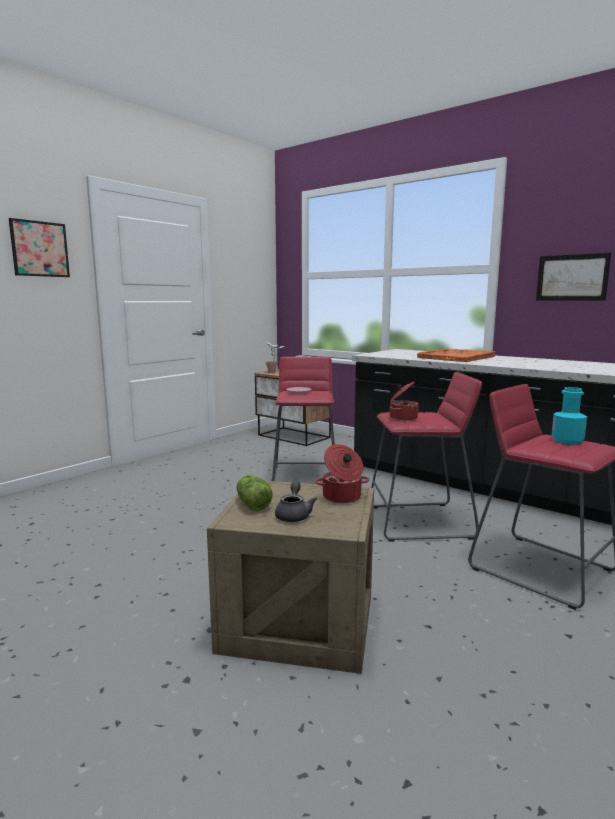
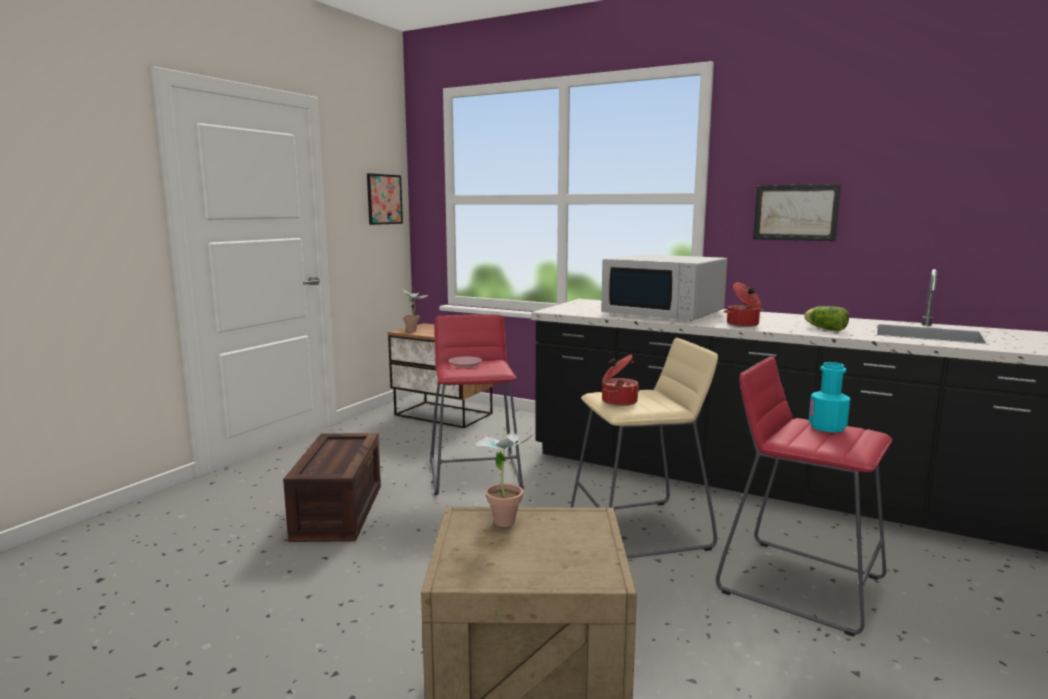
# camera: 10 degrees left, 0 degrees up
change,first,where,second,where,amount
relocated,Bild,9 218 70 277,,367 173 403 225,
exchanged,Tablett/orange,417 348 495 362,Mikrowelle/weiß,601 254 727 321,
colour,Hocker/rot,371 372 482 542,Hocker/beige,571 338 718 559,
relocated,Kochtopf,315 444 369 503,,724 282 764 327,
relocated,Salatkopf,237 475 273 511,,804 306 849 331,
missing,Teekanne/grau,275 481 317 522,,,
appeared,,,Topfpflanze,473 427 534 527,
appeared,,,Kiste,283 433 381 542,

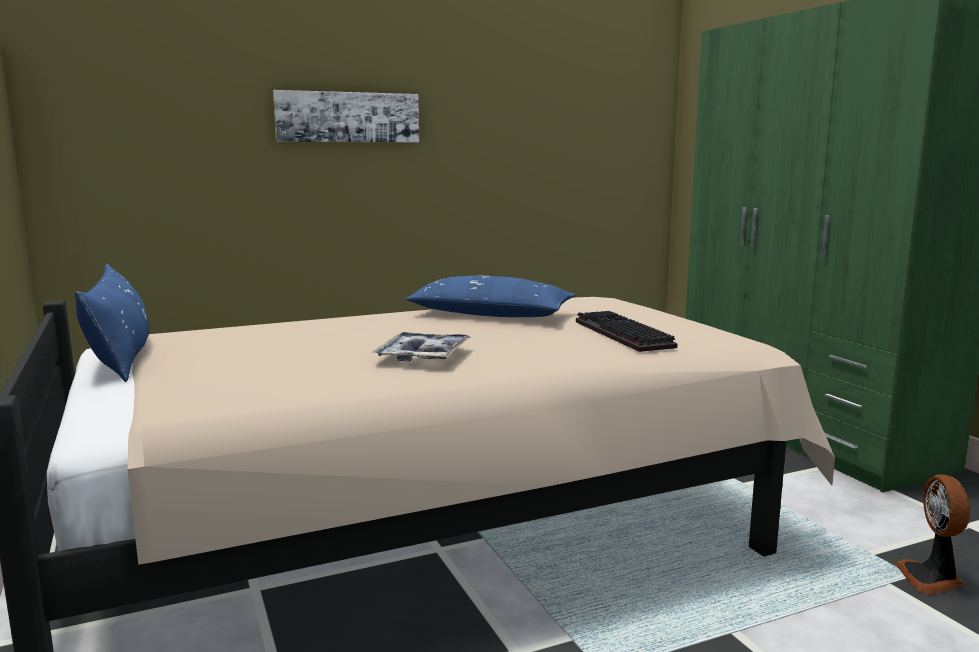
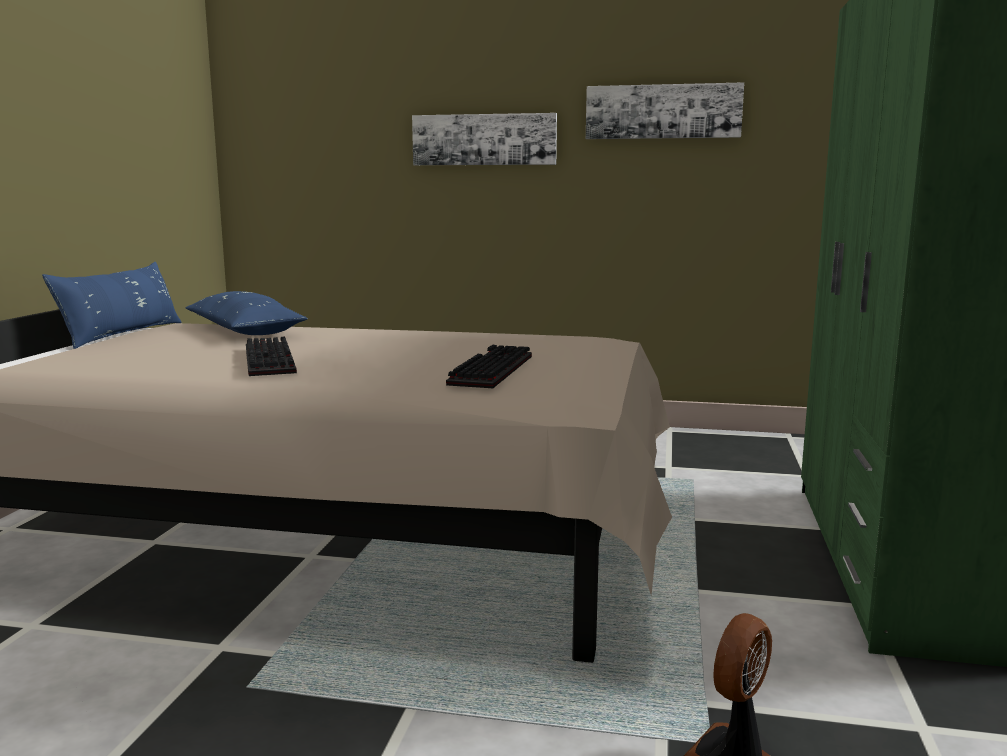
# camera: 35 degrees right, 0 degrees up
change,first,where,second,where,amount
relocated,Kissen/blau,405 276 576 317,,185 291 308 335,
exchanged,Tablett,372 332 471 361,Tastatur,246 336 297 376,
appeared,,,Bild,586 82 744 139,

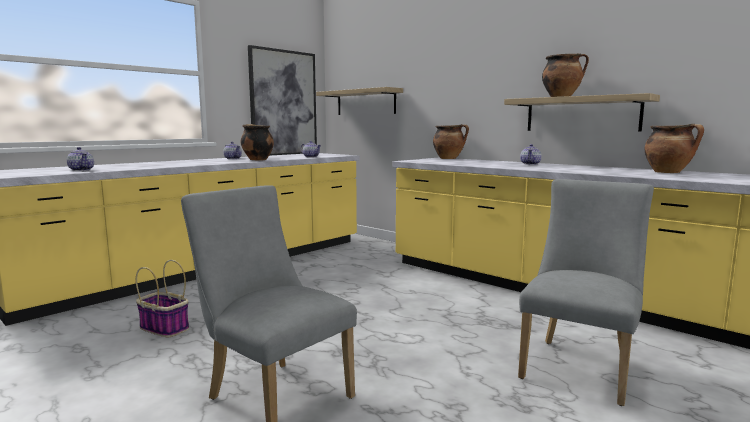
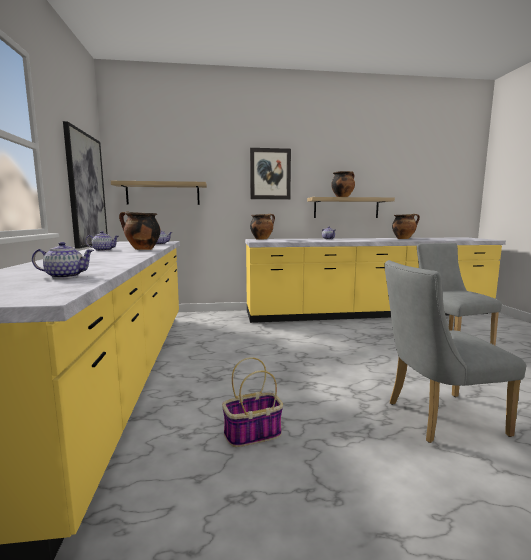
# camera: 50 degrees left, 0 degrees up
change,first,where,second,where,amount
appeared,,,Bild,250 148 291 200,

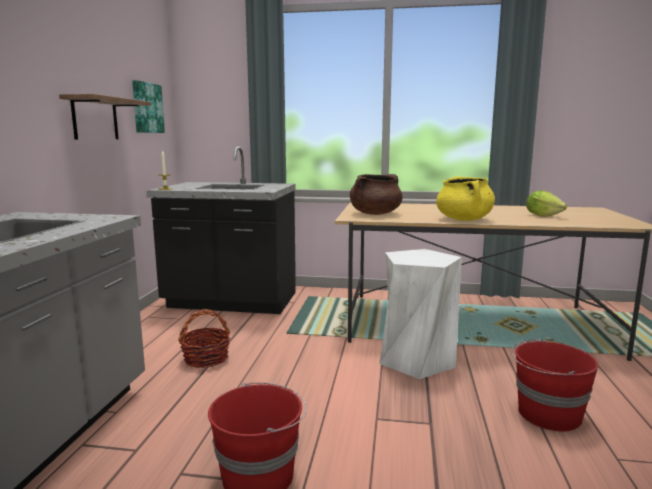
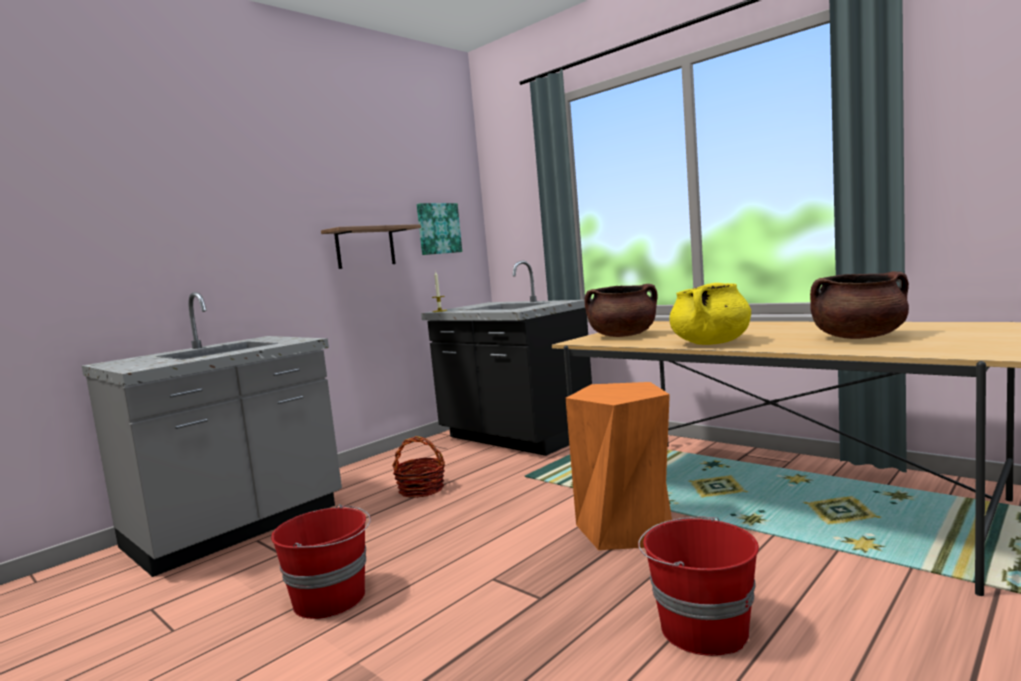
# camera: 35 degrees right, 5 degrees down
change,first,where,second,where,amount
exchanged,Salatkopf,526 190 567 217,Kochtopf/braun,810 271 909 339,
colour,Hocker/weiß,379 249 462 379,Hocker/orange,566 382 672 550,

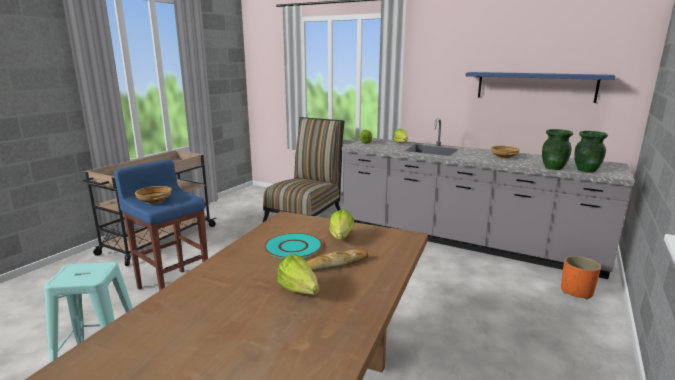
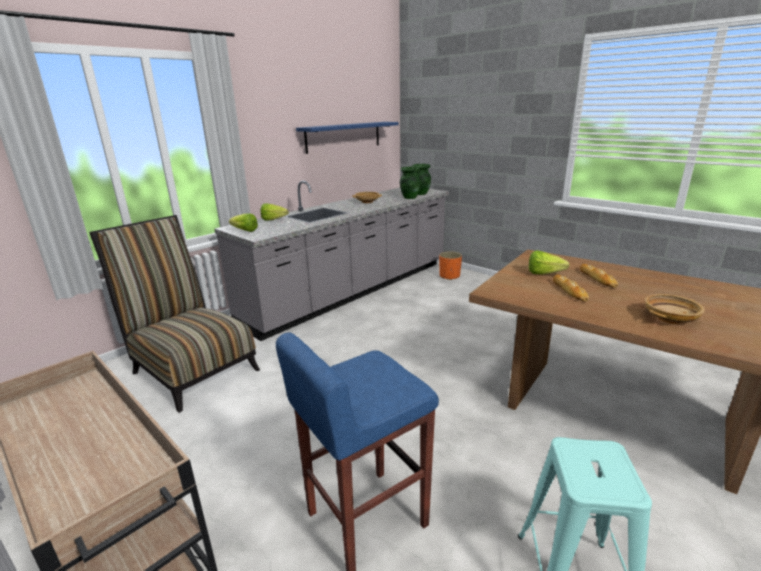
# camera: 75 degrees left, 5 degrees up
change,first,where,second,where,amount
relocated,Schüssel/beige,135 186 172 204,,645 294 705 324,
exchanged,Teller/türkis,264 233 322 259,Brot,553 274 589 302,
missing,Salatkopf,277 254 319 295,,,

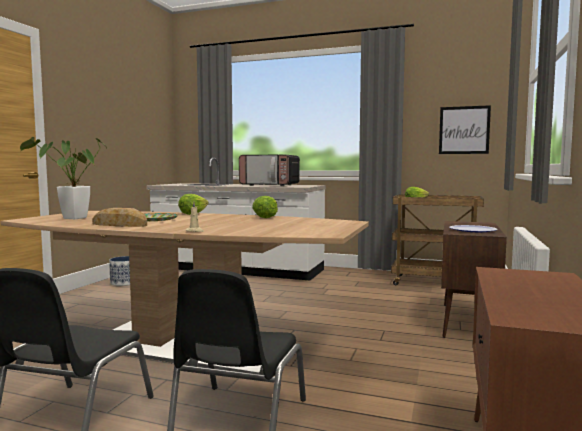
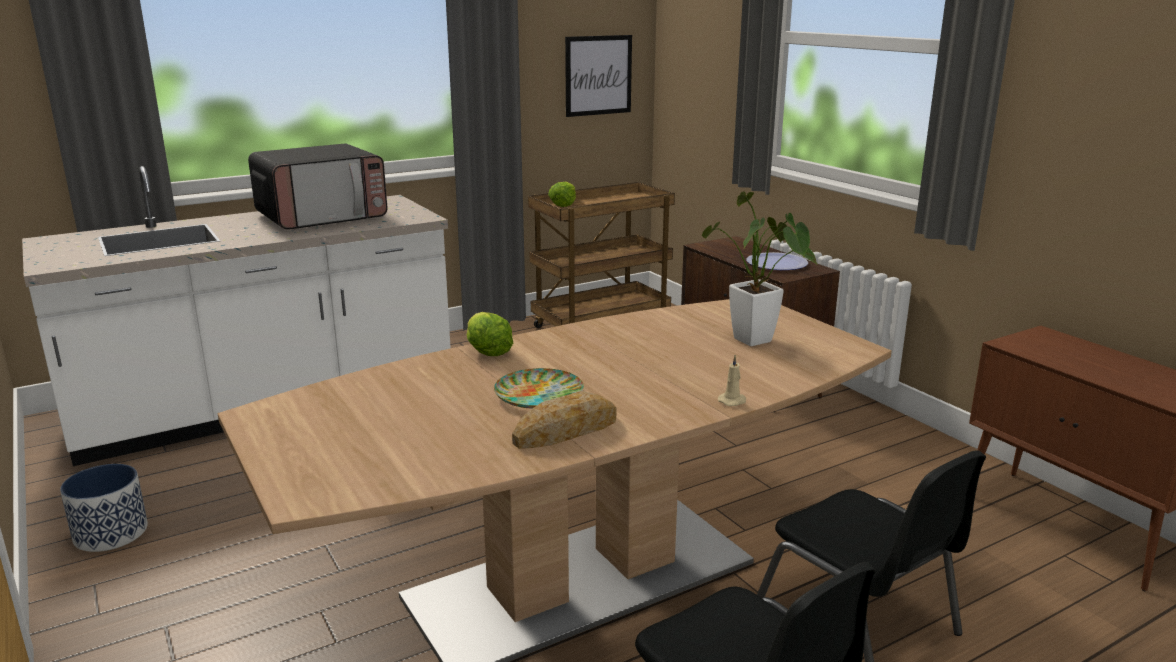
# camera: 50 degrees left, 15 degrees up
change,first,where,second,where,amount
relocated,Topfpflanze,20 137 107 219,,702 191 818 346,
missing,Salatkopf,252 196 278 218,,,

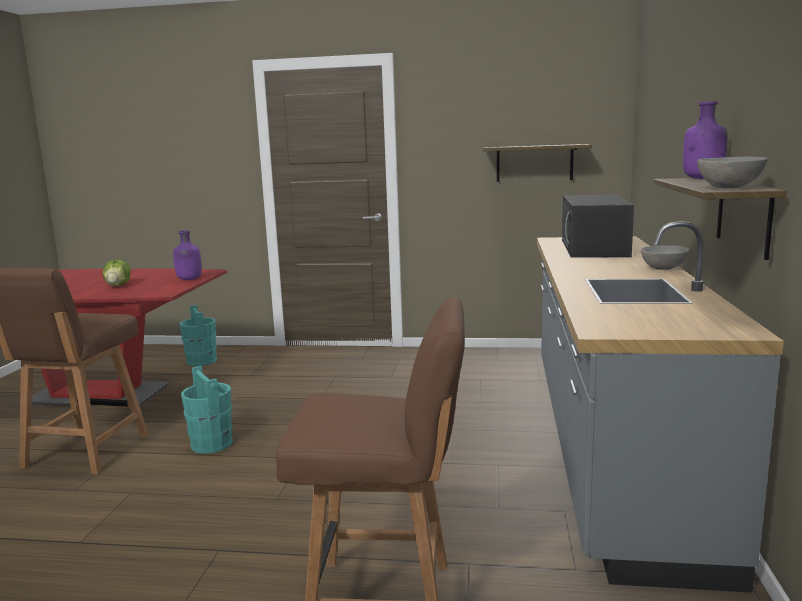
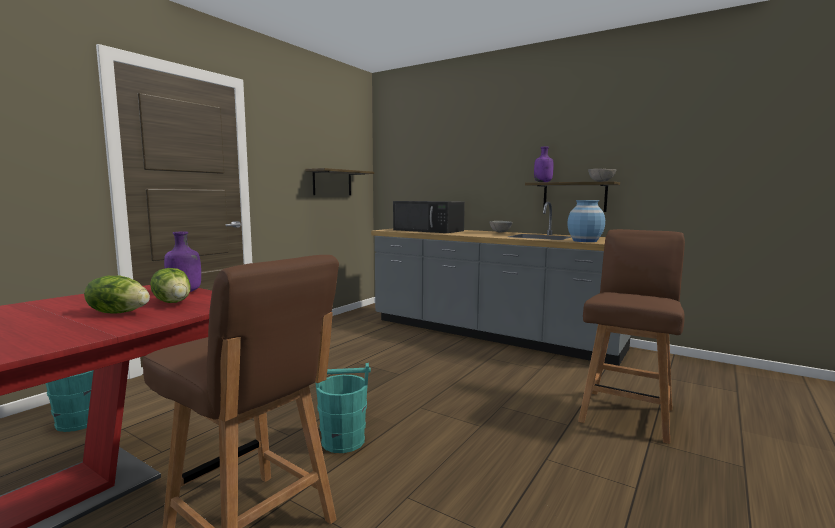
# camera: 65 degrees left, 5 degrees down
change,first,where,second,where,amount
appeared,,,Vase/blau,567 200 605 242,
appeared,,,Salatkopf,150 268 190 303,

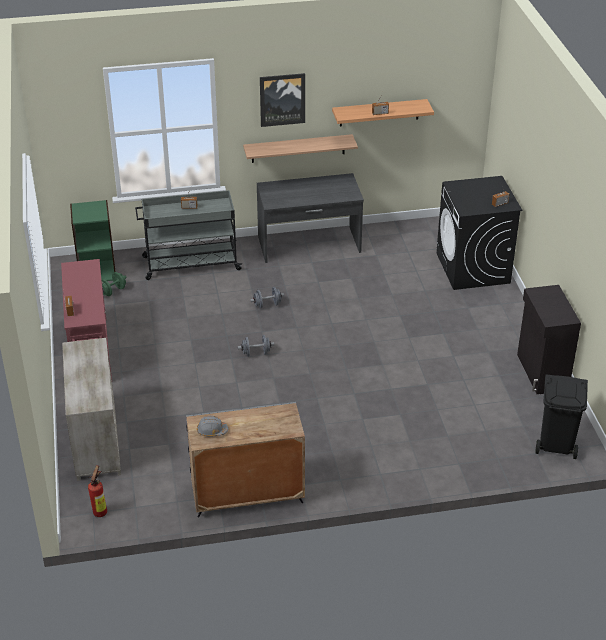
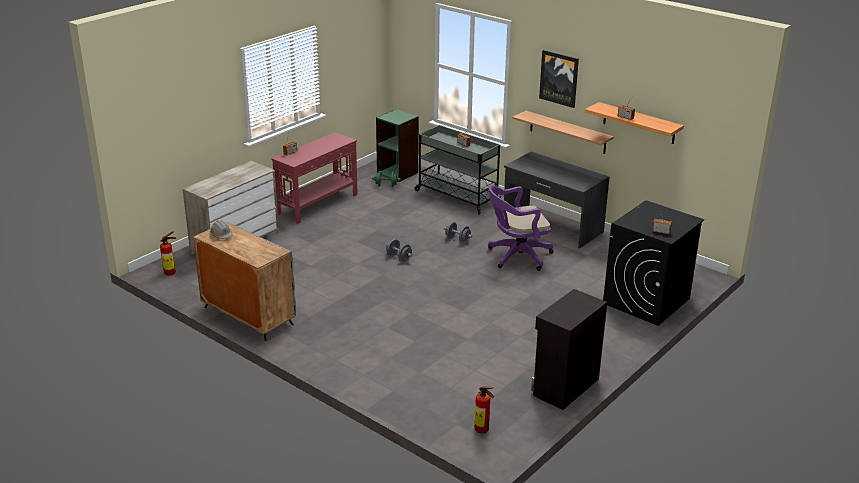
# camera: 50 degrees right, 10 degrees down
change,first,where,second,where,amount
exchanged,Mülleimer/schwarz,535 374 588 459,Feuerlöscher,475 386 494 433,
appeared,,,Bürostuhl/lila,488 184 554 271,

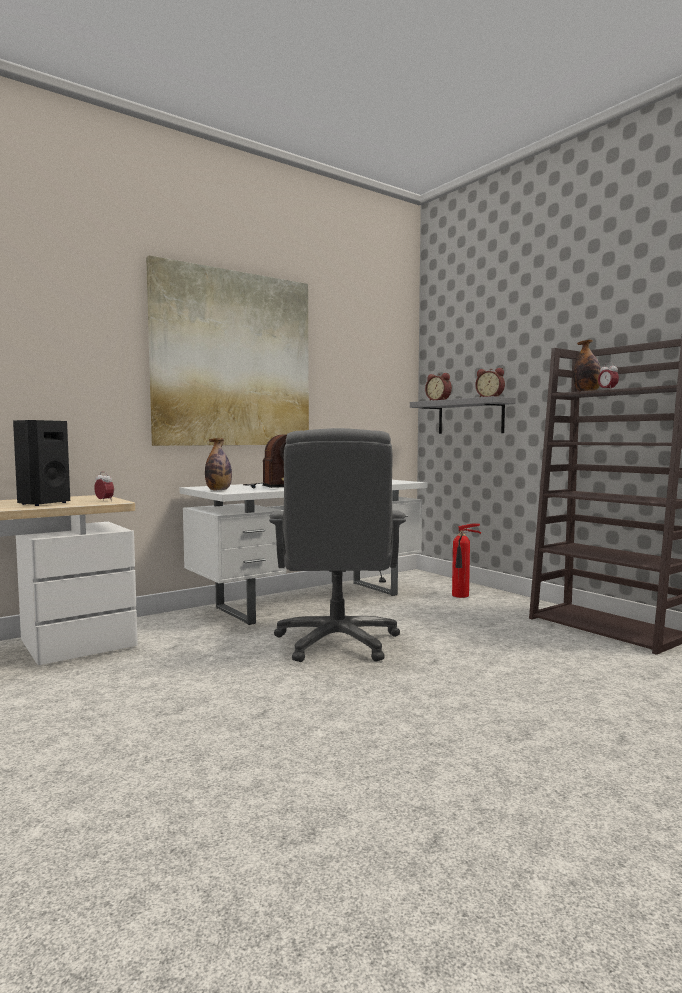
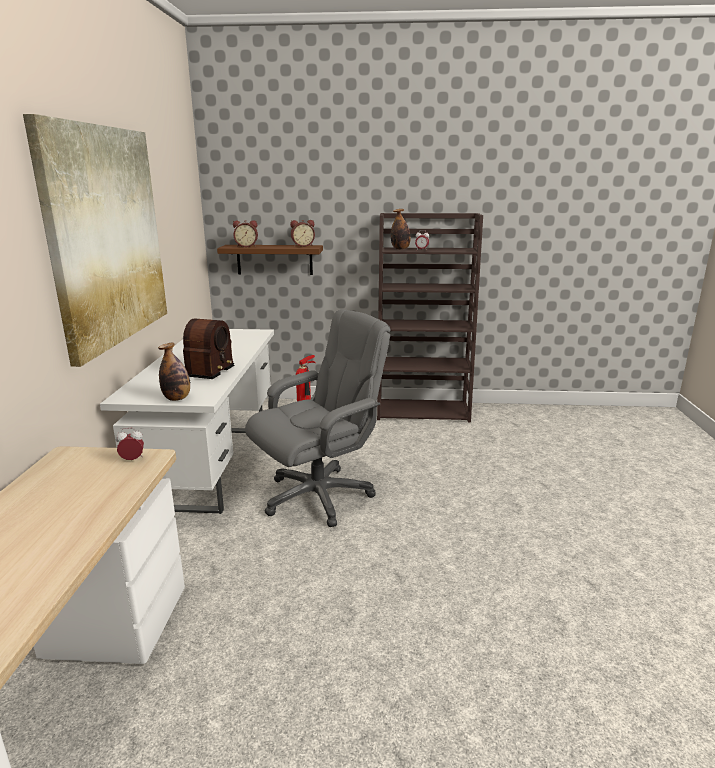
# camera: 50 degrees left, 15 degrees up
change,first,where,second,where,amount
colour,Wandregal/grau,410 396 516 434,Wandregal/braun,217 245 323 275,
missing,Lautsprecher/schwarz,13 420 70 506,,,
spun,Bürostuhl/grau,269 428 406 662,,245 309 391 527,75 degrees counterclockwise

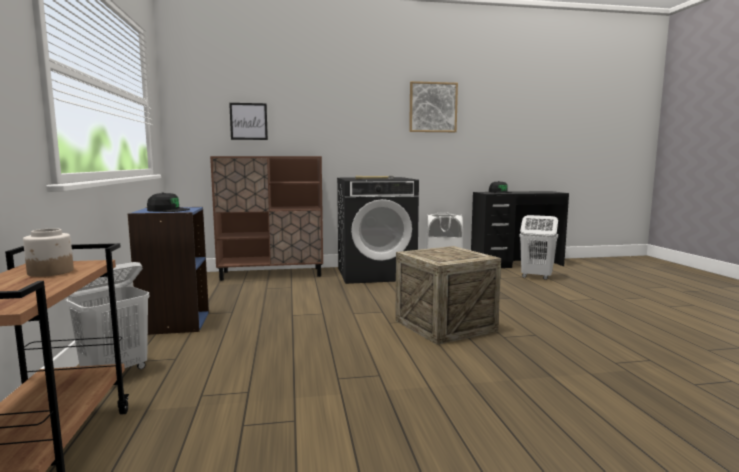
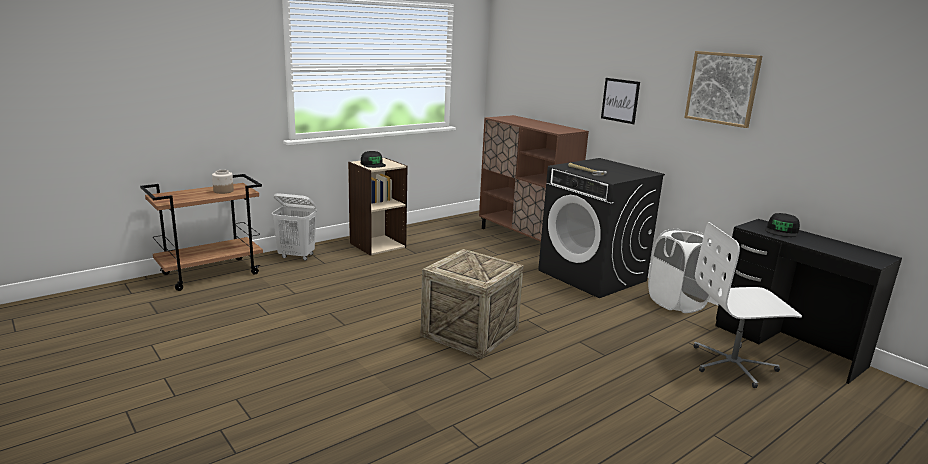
# camera: 60 degrees right, 10 degrees up
change,first,where,second,where,amount
relocated,Bild,229 103 268 140,,601 78 640 124,
colour,Bücherregal/blau,128 207 209 335,Bücherregal/beige,348 158 408 256,
exchanged,Wäschekorb/weiß,519 215 558 280,Bürostuhl/weiß,693 222 802 388,

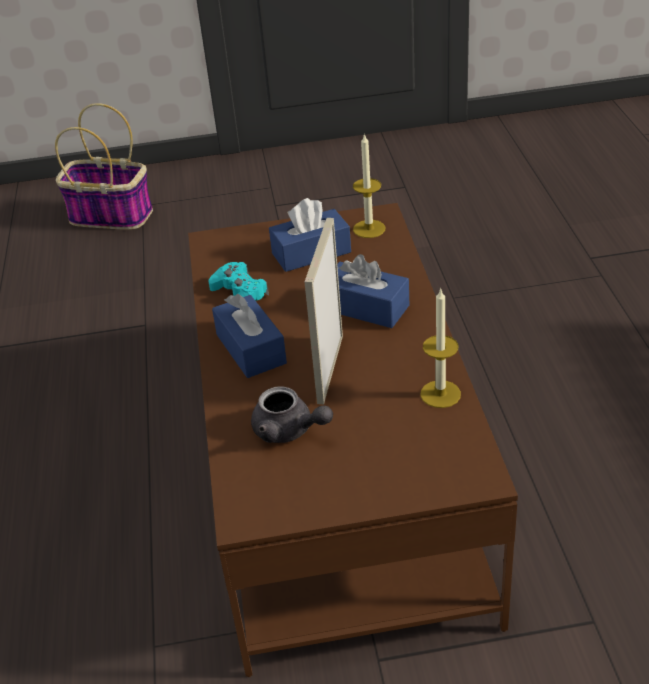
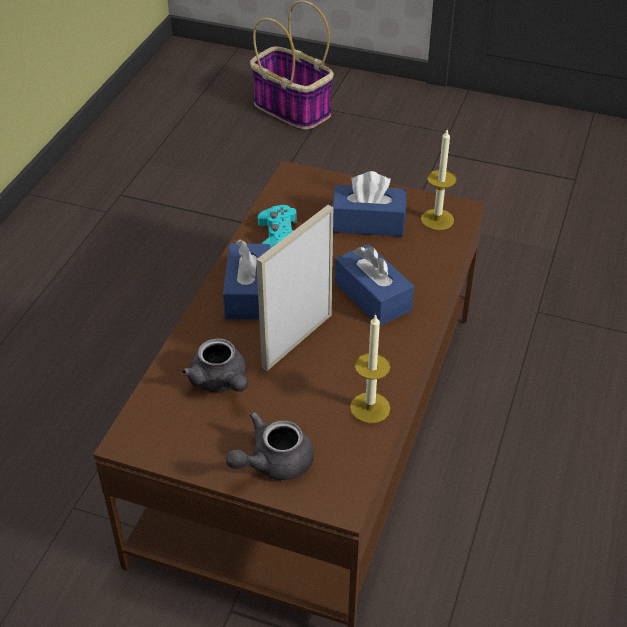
# camera: 25 degrees right, 5 degrees up
change,first,where,second,where,amount
appeared,,,Teekanne/grau,226 412 314 480,

